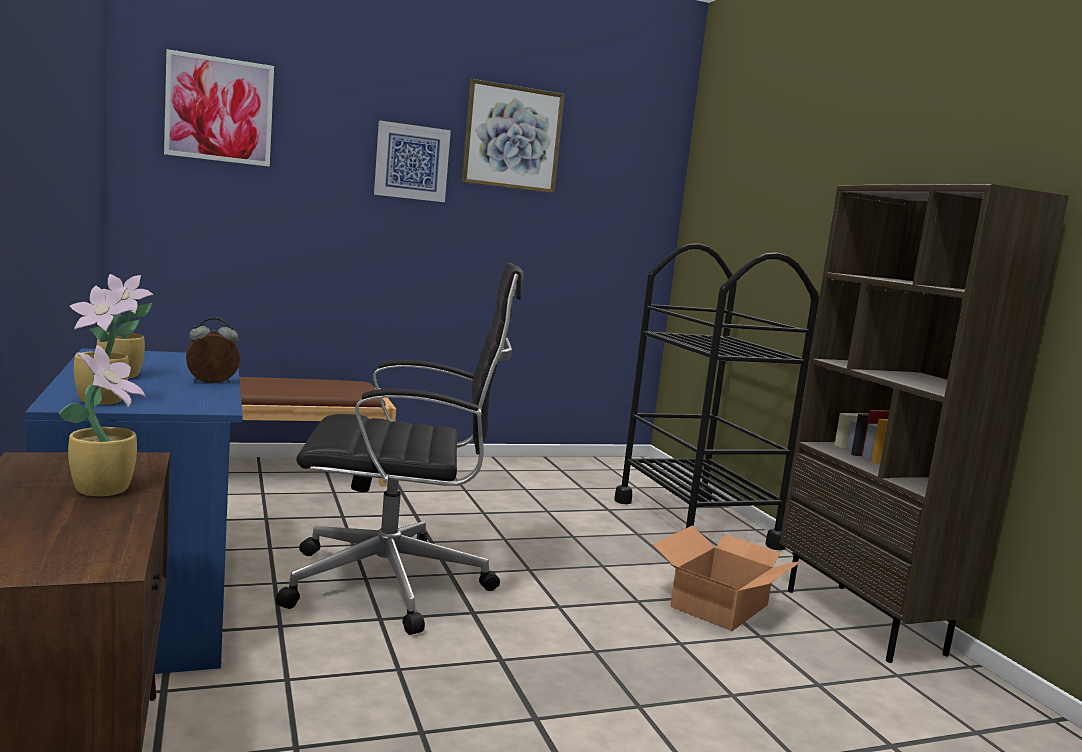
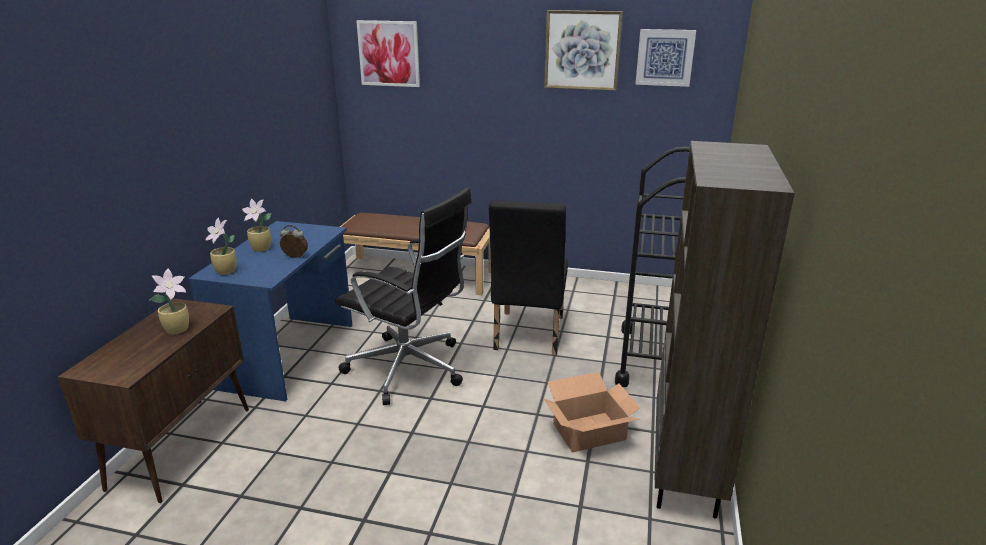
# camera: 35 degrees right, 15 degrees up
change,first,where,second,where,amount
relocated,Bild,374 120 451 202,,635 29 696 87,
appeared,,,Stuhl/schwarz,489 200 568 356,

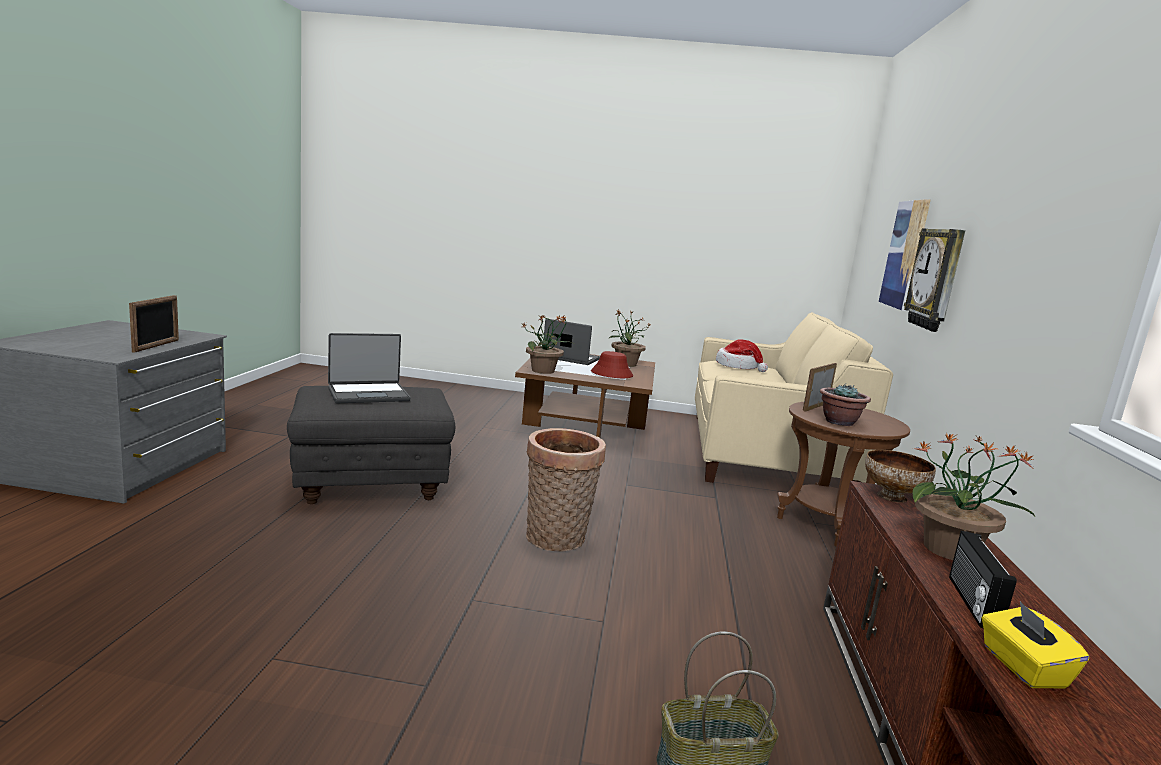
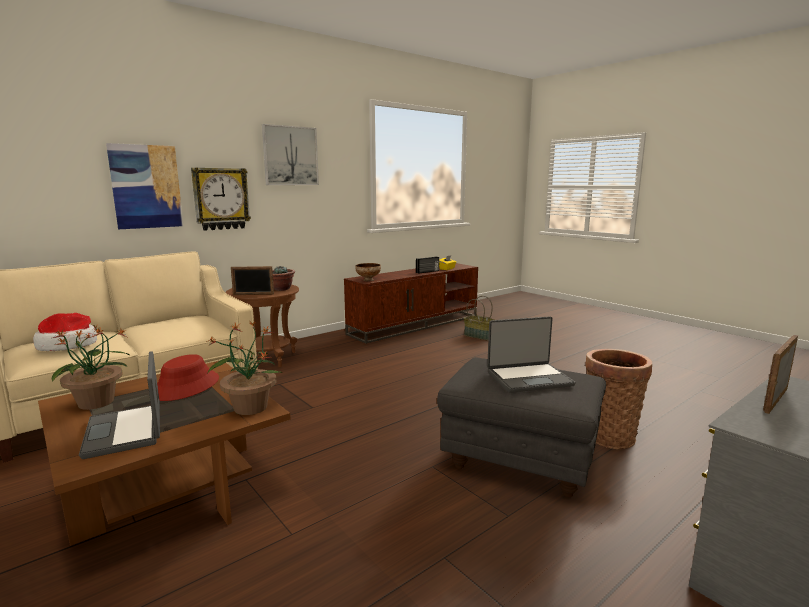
# camera: 135 degrees left, 0 degrees up
change,first,where,second,where,amount
spun,Laptop,328 333 411 403,,487 317 576 393,150 degrees clockwise
relocated,Korb,526 428 606 552,,585 349 652 449,
missing,Topfpflanze,913 433 1035 560,,,
appeared,,,Bild,262 124 319 185,

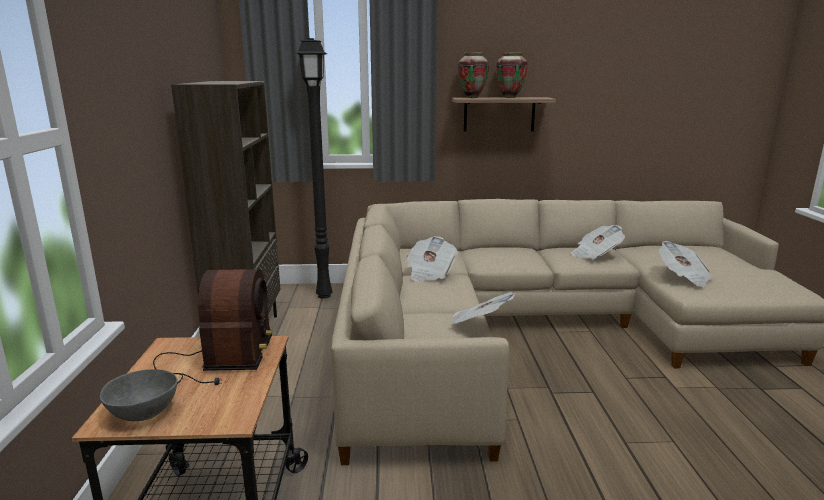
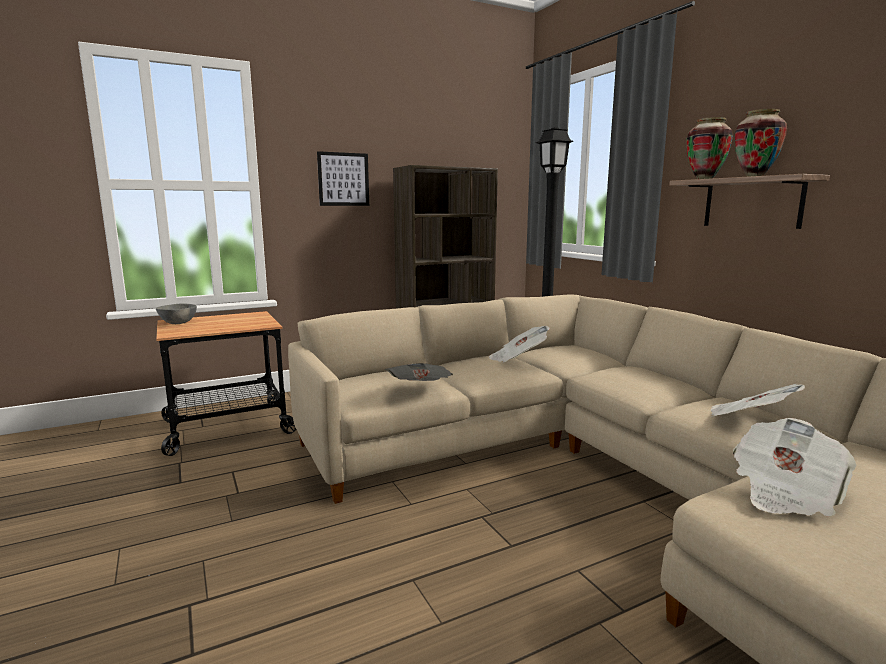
# camera: 65 degrees right, 5 degrees down
change,first,where,second,where,amount
missing,Radio,153 269 273 385,,,
appeared,,,Bild,317 151 369 206,

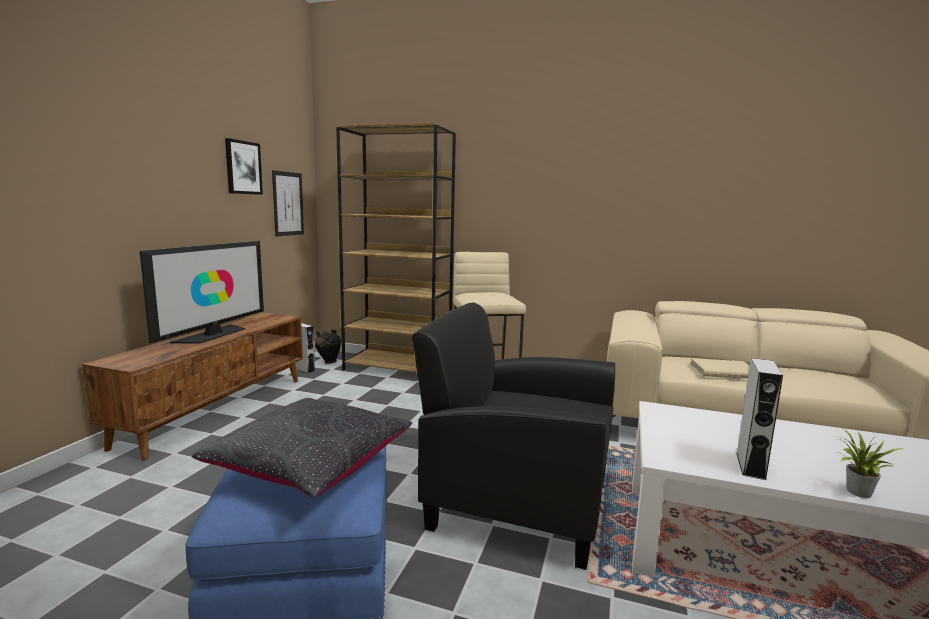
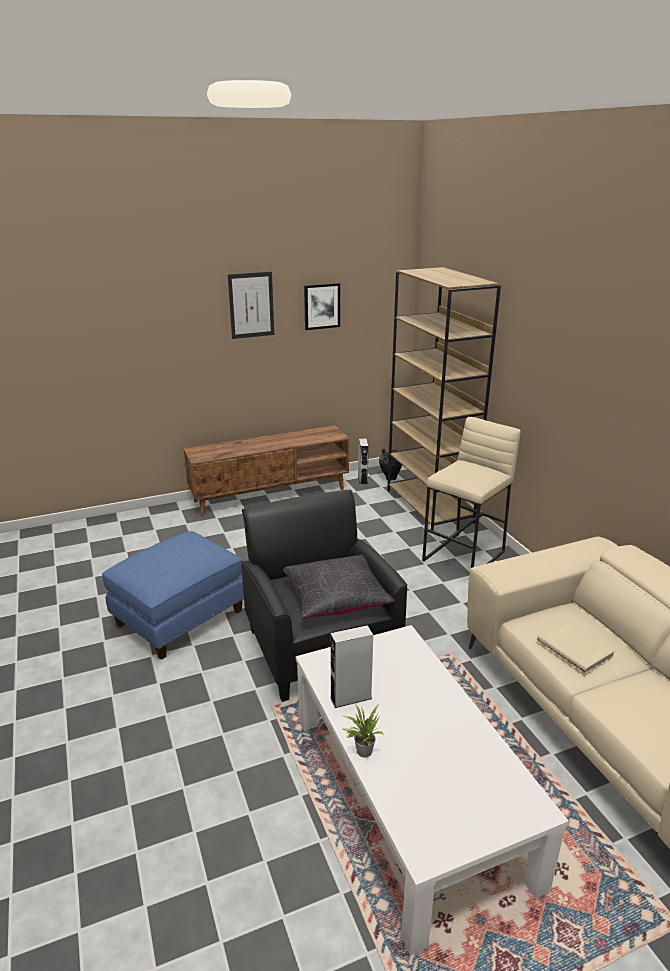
# camera: 50 degrees right, 15 degrees up
change,first,where,second,where,amount
relocated,Bild,272 170 304 236,,228 272 274 339,
missing,Fernseher,140 241 264 344,,,
relocated,Kissen/schwarz,192 398 412 498,,283 555 394 618,

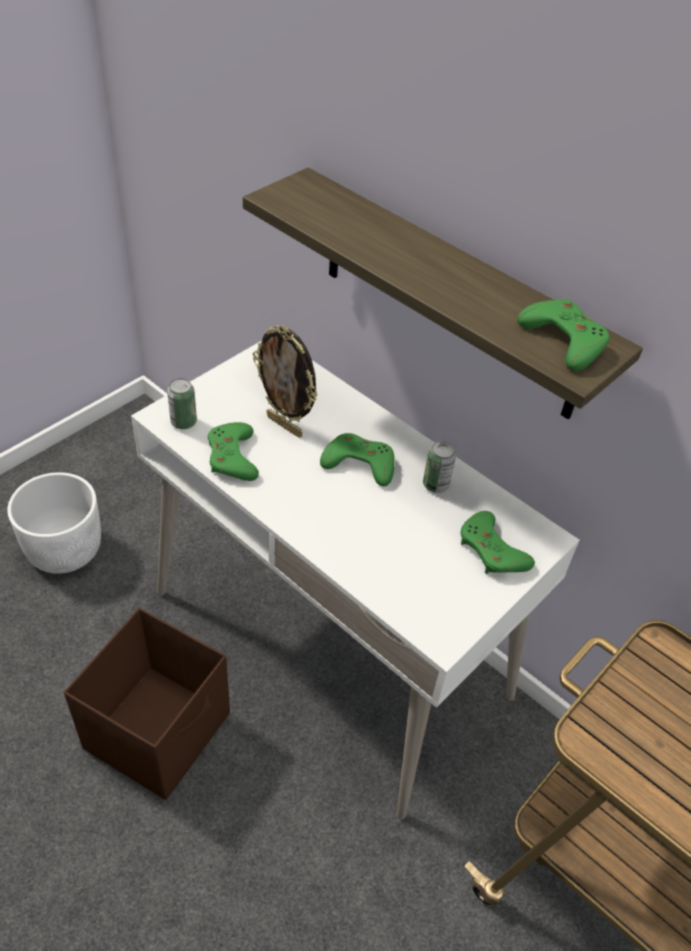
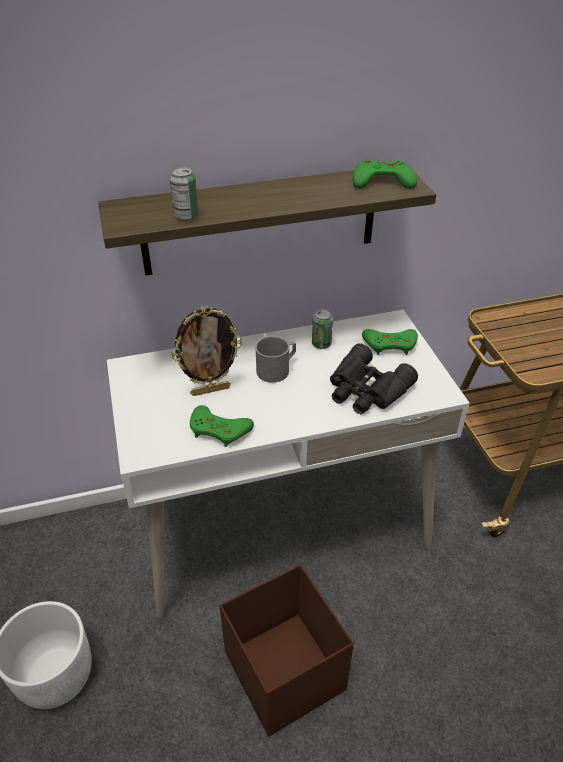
# camera: 55 degrees left, 5 degrees down
change,first,where,second,where,amount
relocated,Dose,167 378 197 429,,170 167 199 221,
exchanged,Gamepad/grün,320 433 395 486,Henkelbecher/grau,255 336 296 383,
appeared,,,Fernglas/schwarz,330 343 418 414,

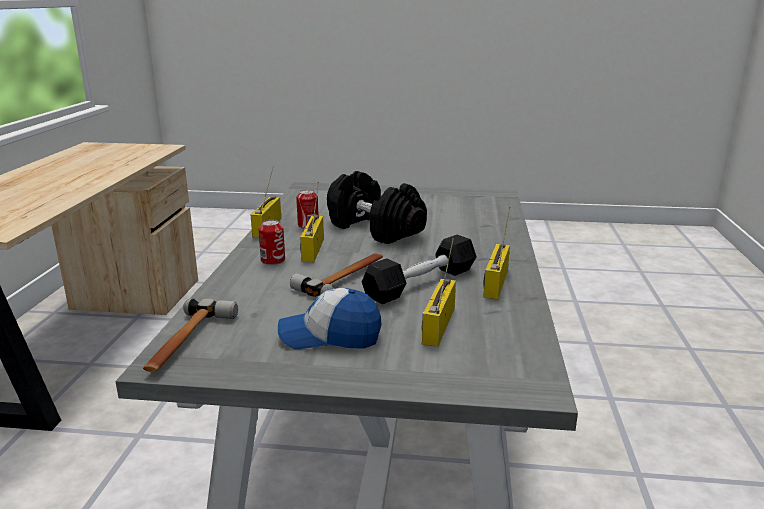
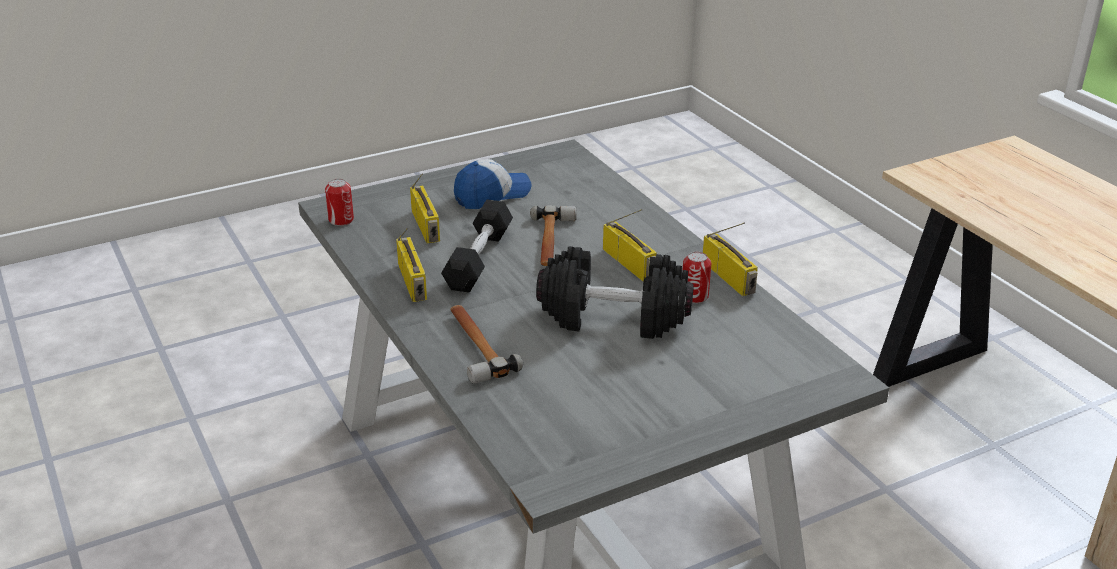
# camera: 145 degrees right, 10 degrees up
change,first,where,second,where,amount
relocated,Dose,258 220 285 265,,325 179 354 226,
relocated,Hammer,143 298 238 372,,450 305 523 384,

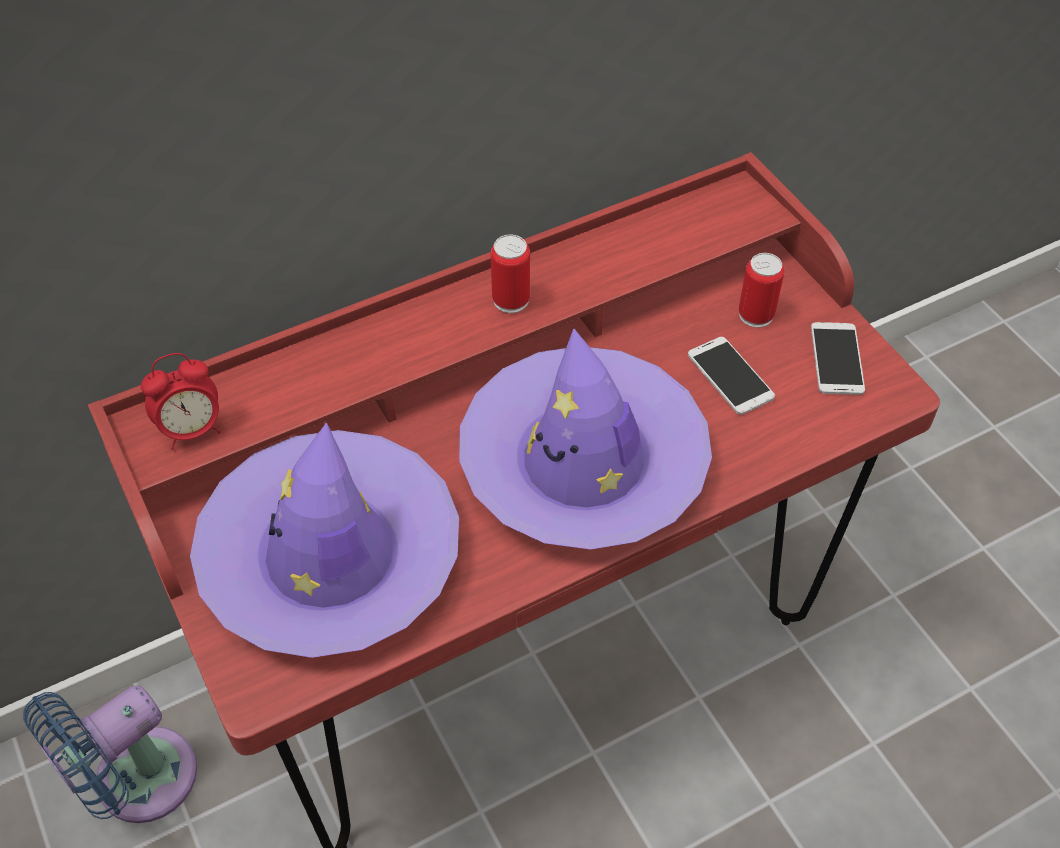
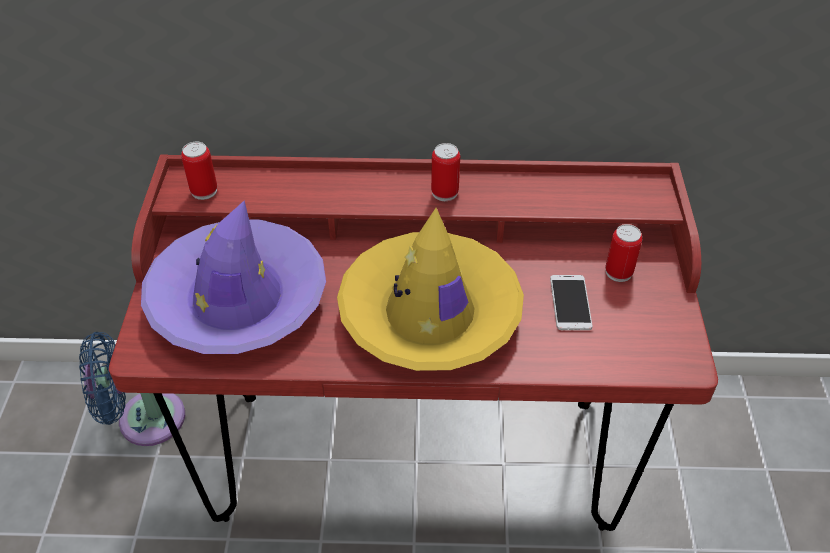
# camera: 30 degrees right, 5 degrees down
change,first,where,second,where,amount
missing,Handy,811 322 865 395,,,
colour,Hut/lila,459 328 712 549,Hut/gelb,337 208 524 371,
exchanged,Wecker,141 353 221 450,Dose,181 142 217 200,

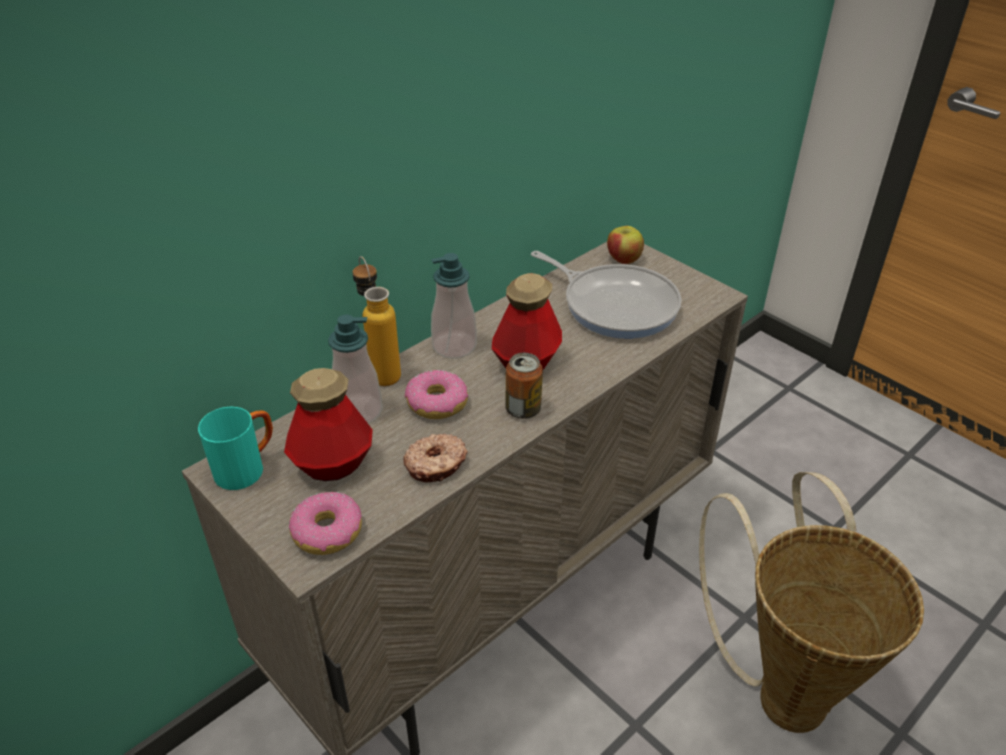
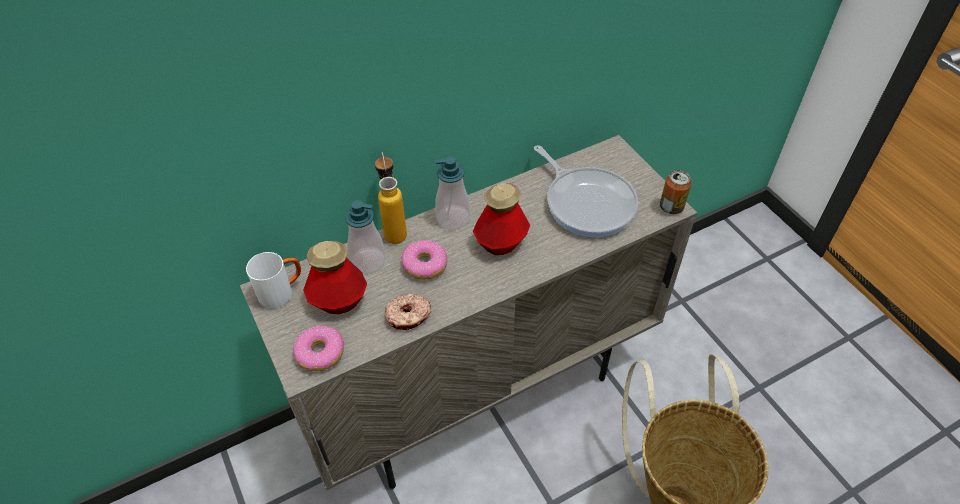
# camera: 15 degrees right, 10 degrees up
change,first,where,second,where,amount
missing,Apfel,607 226 644 264,,,
relocated,Dose,505 353 543 419,,660 170 692 214,
colour,Henkelbecher/türkis,198 407 273 490,Henkelbecher/weiß,246 252 301 308,

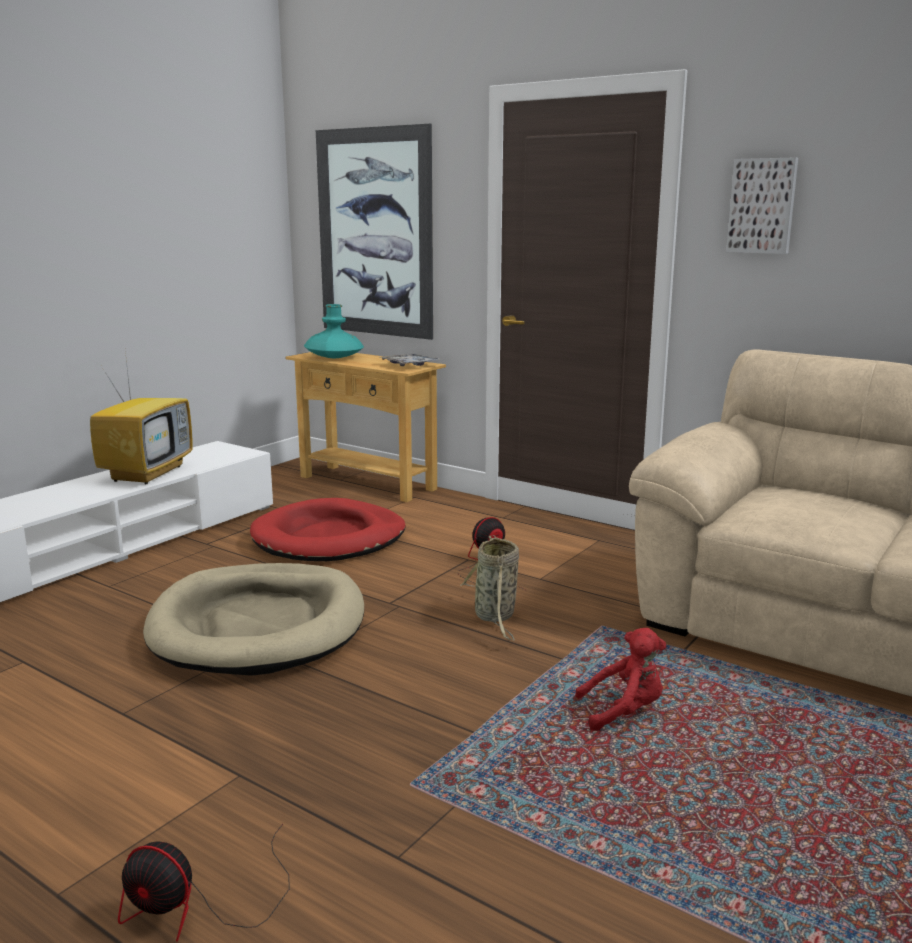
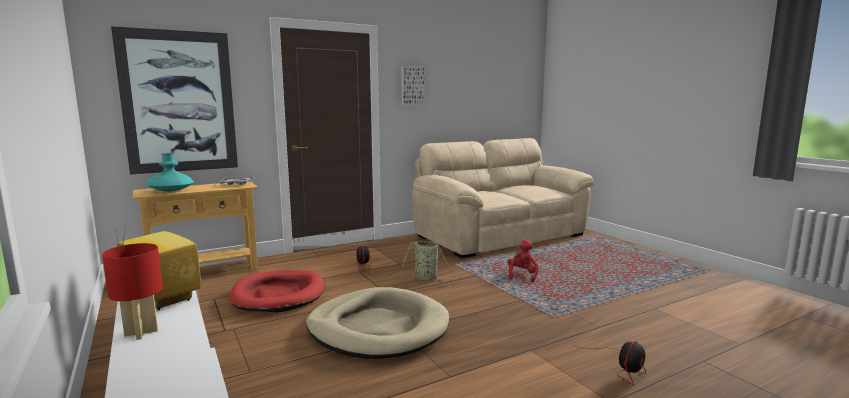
# camera: 65 degrees left, 5 degrees down
change,first,where,second,where,amount
appeared,,,Tischlampe/rot,102 243 163 340,

